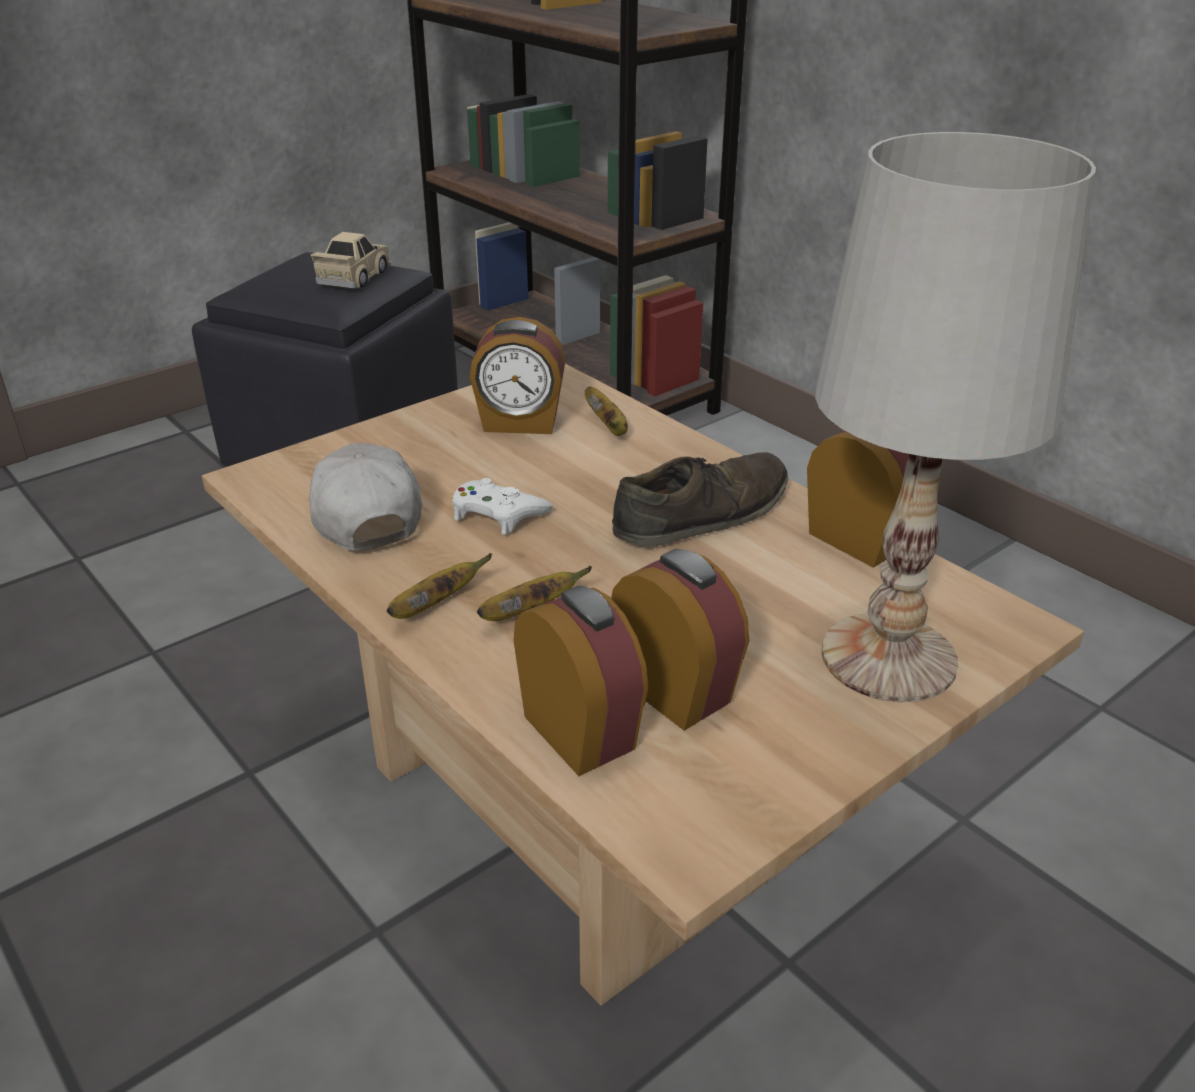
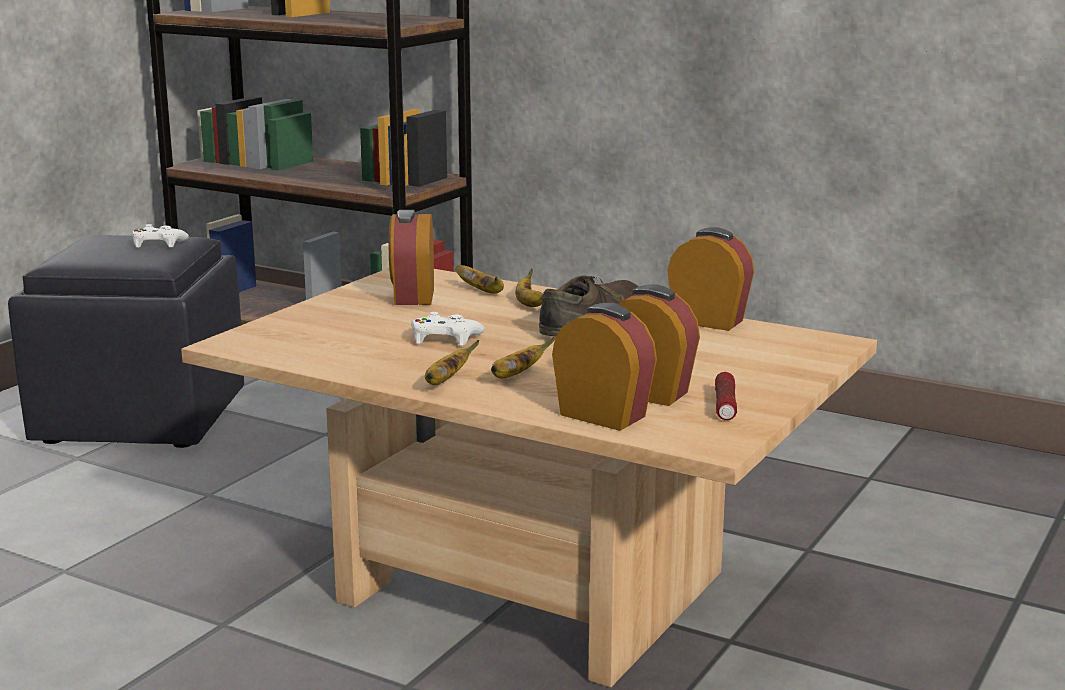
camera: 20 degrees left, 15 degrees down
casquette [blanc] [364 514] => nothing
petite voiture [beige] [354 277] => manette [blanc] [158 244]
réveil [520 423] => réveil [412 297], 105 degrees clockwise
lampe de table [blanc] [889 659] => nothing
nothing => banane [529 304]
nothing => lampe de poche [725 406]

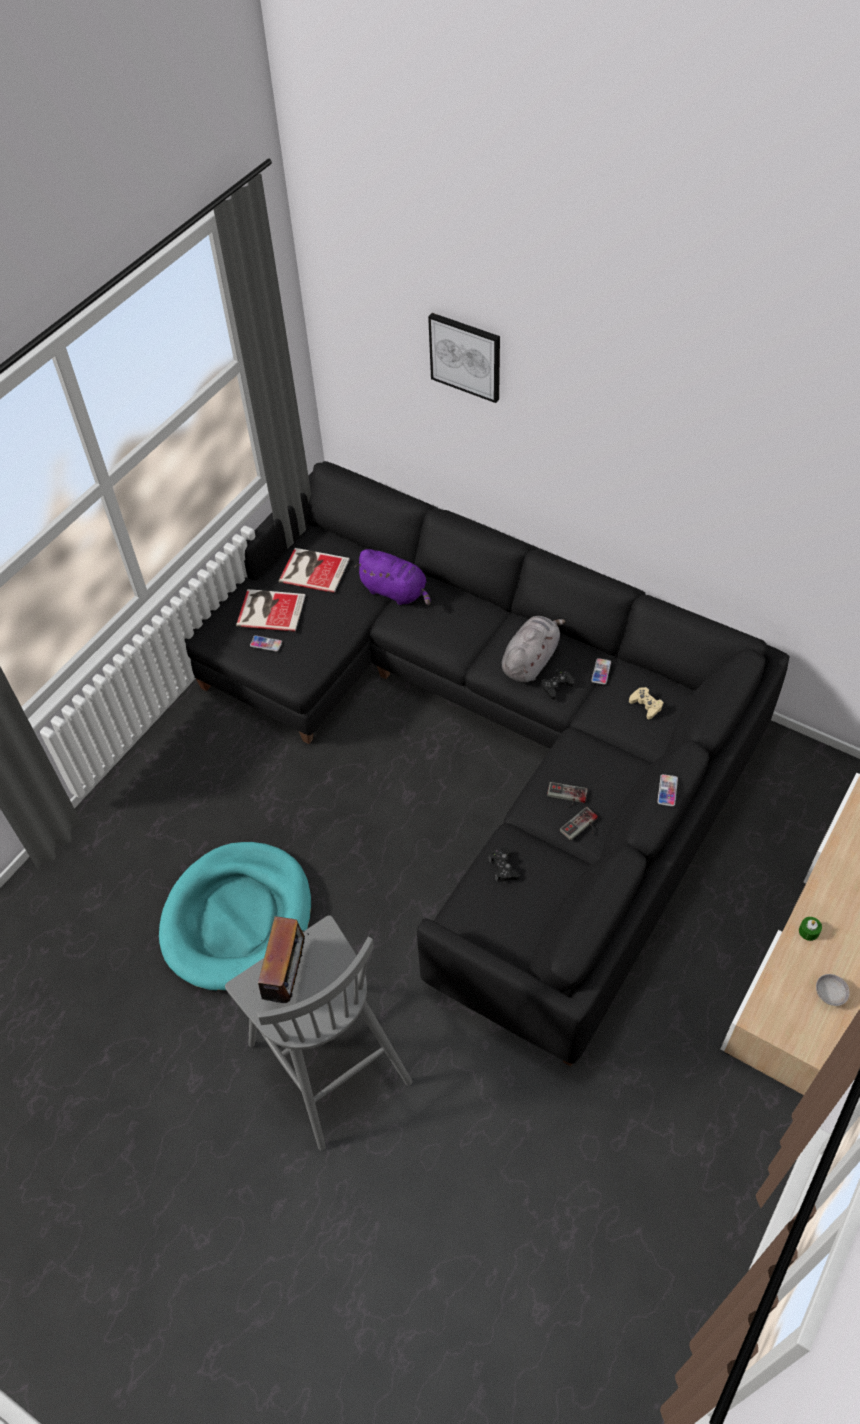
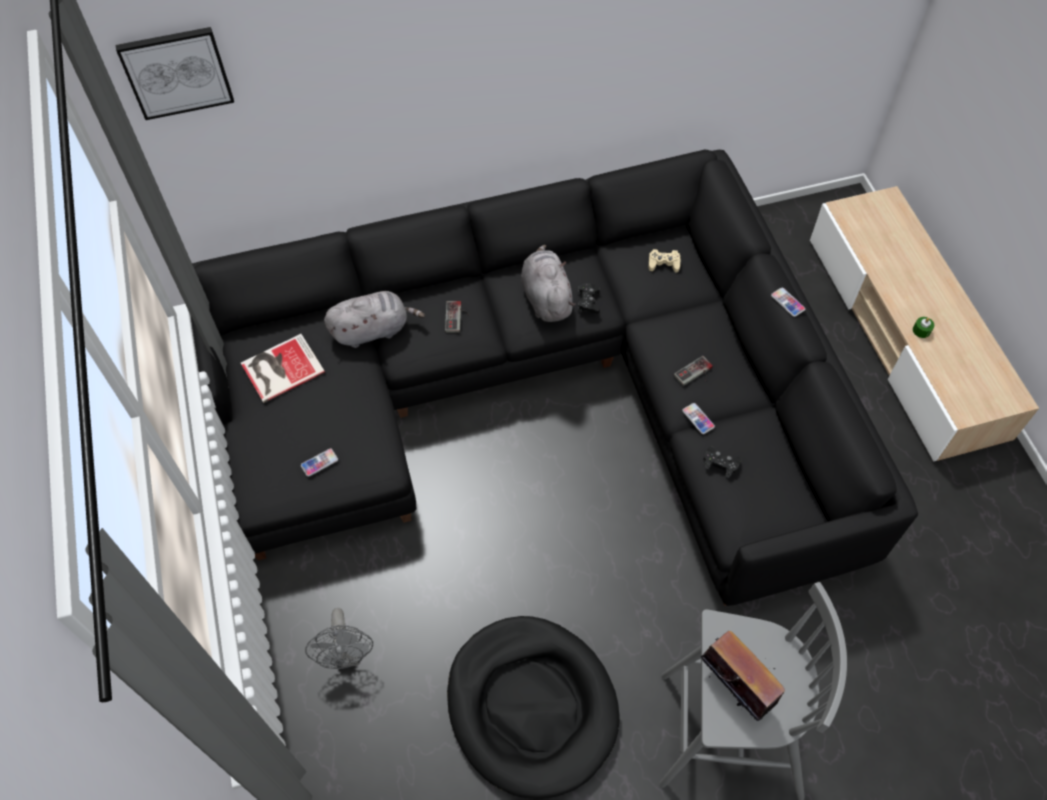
camera: 50 degrees left, 5 degrees up
panier pour chien [turquoise] [238 919] => panier pour chien [noir] [531 706]
livre [269 609] => nothing
peluche [violet] [396 592] => peluche [gris] [373 330]
tableau [466 356] => tableau [176 72], moved
manette [582 827] => manette [457 317], moved
téléphone [601 671] => téléphone [698 419], moved
bol [gris] [830 994] => nothing
nothing => ventilateur [gris] [347 656]

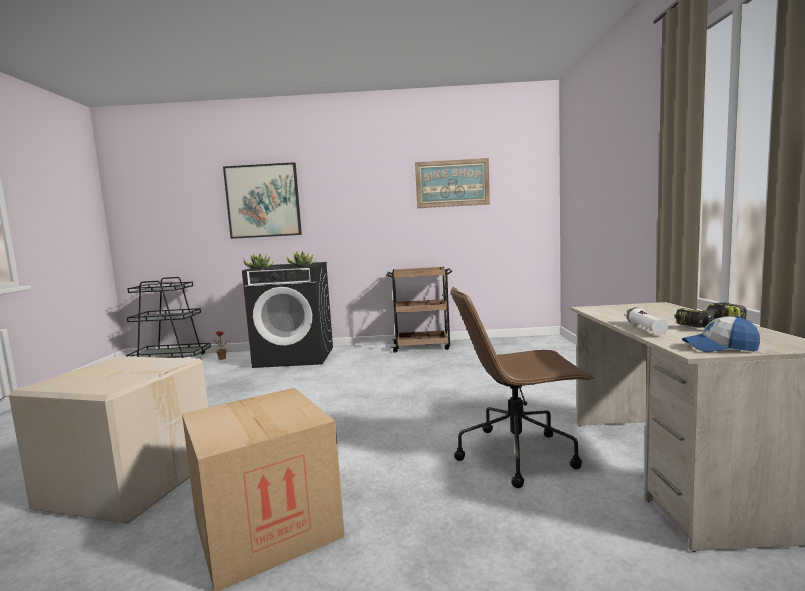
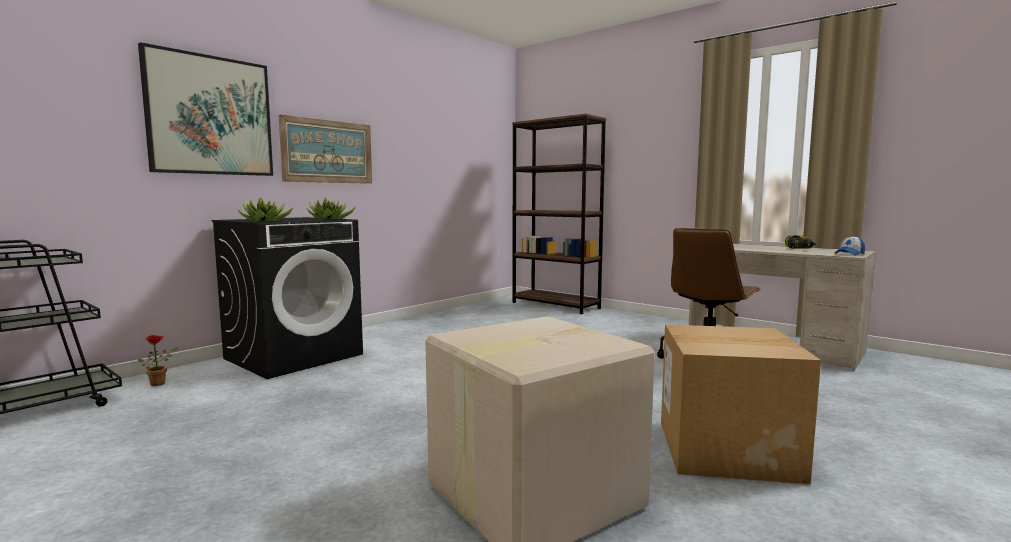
camera: 50 degrees left, 0 degrees up
chariot [marron] [422 346] => nothing
tableau [452 183] => tableau [328 151], moved
lampe de poche [blanc] [645 329] => nothing
nothing => bibliothèque [marron] [555 305]

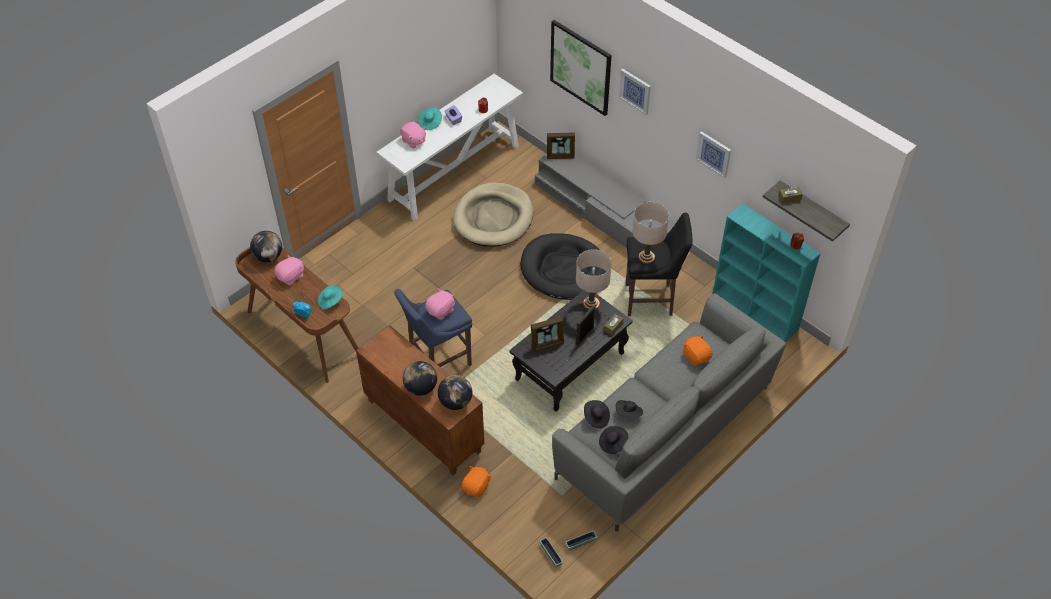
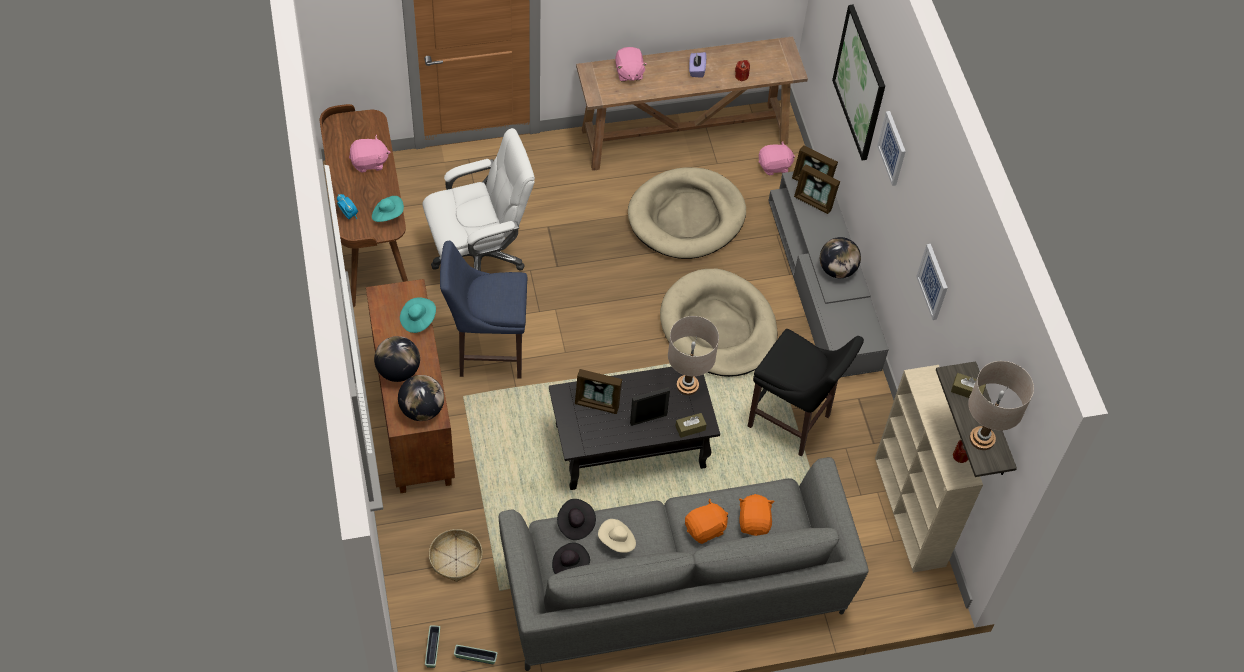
camera: 30 degrees right, 5 degrees up
globe [268 256] => globe [837 270], moved
table console [blanc] [455 172] => table console [marron] [686 136]
chapeau [turquoise] [430 123] => chapeau [turquoise] [418 320], moved
peluche [rose] [441 310] => peluche [rose] [774 166], moved
peluche [orange] [476 487] => peluche [orange] [705 529], moved
panier pour chien [noir] [564 270] => panier pour chien [beige] [718 327]
chapeau [noir] [628 413] => chapeau [beige] [617 541]
lampe de table [beige] [646 257] => lampe de table [beige] [982 439], moved
bibliothèque [turquoise] [756 311] => bibliothèque [beige] [910 512]
nothing => chaise de bureau [blanc] [479 256]
nothing => panier [456 559]
nothing => cadre photo [814 201]

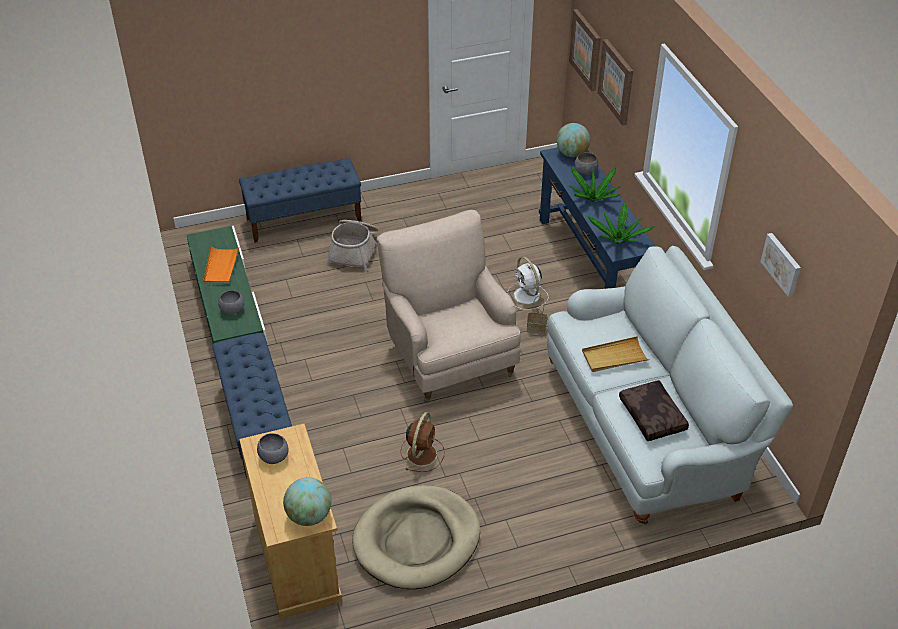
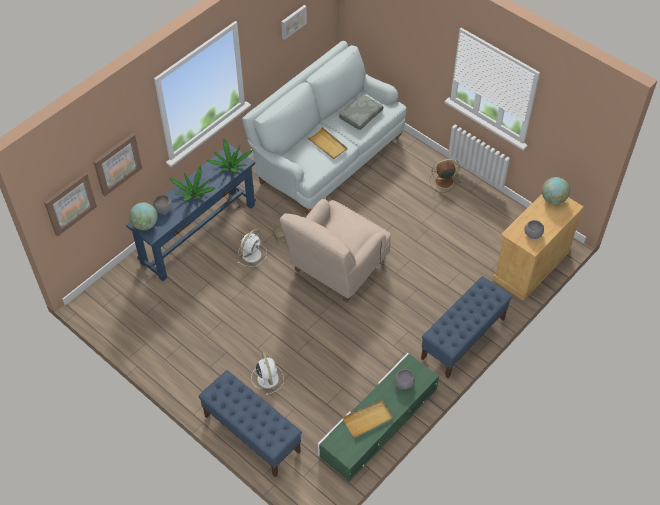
camera: 120 degrees left, 10 degrees up
plateau [orange] [221 267] => plateau [beige] [368 419]
panier [354 250] => ventilateur [blanc] [267 378]
panier pour chien [beige] [417 540] => nothing
ventilateur [marron] [422 453] => ventilateur [marron] [443 181], moved
coussin [marron] [653 416] => coussin [gris] [360 115]

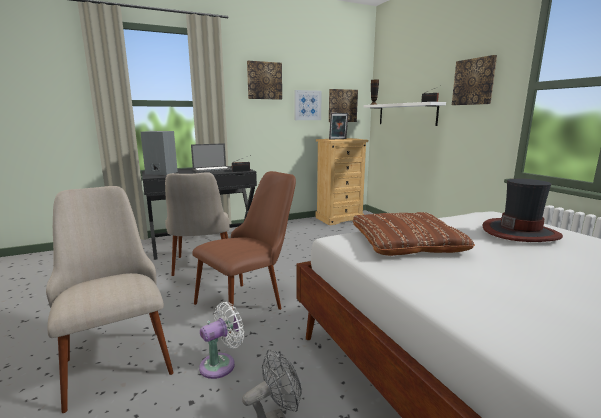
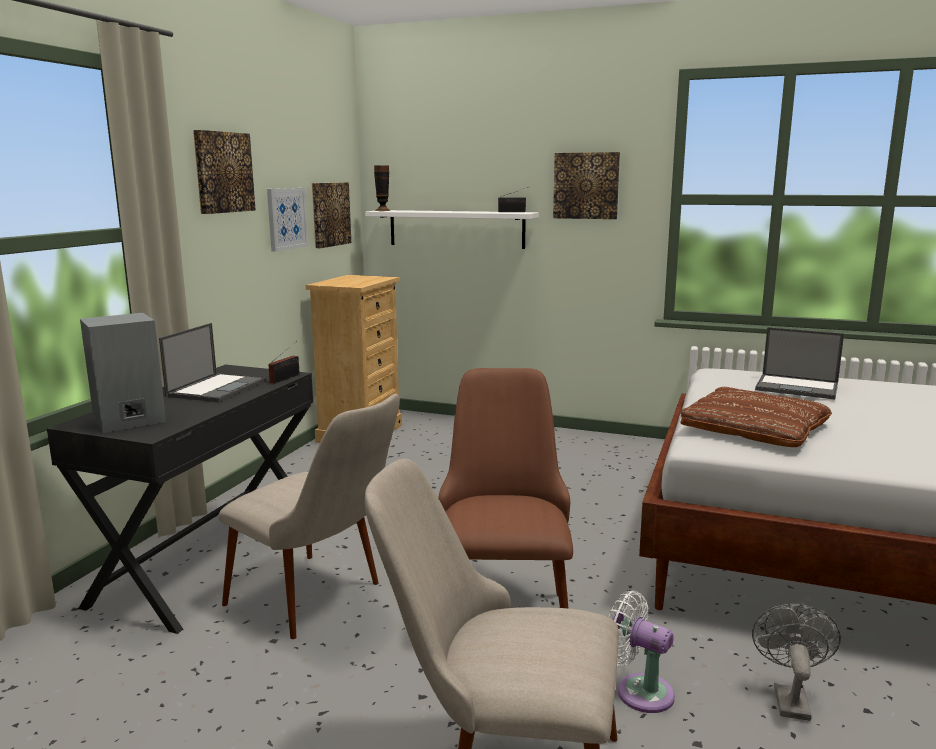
camera: 45 degrees left, 0 degrees up
ventilateur [blanc] [221 364] => ventilateur [blanc] [639 691], 60 degrees counterclockwise
cadre photo [338 139] => nothing
chapeau [520 232] => ordinateur portable [798 387]

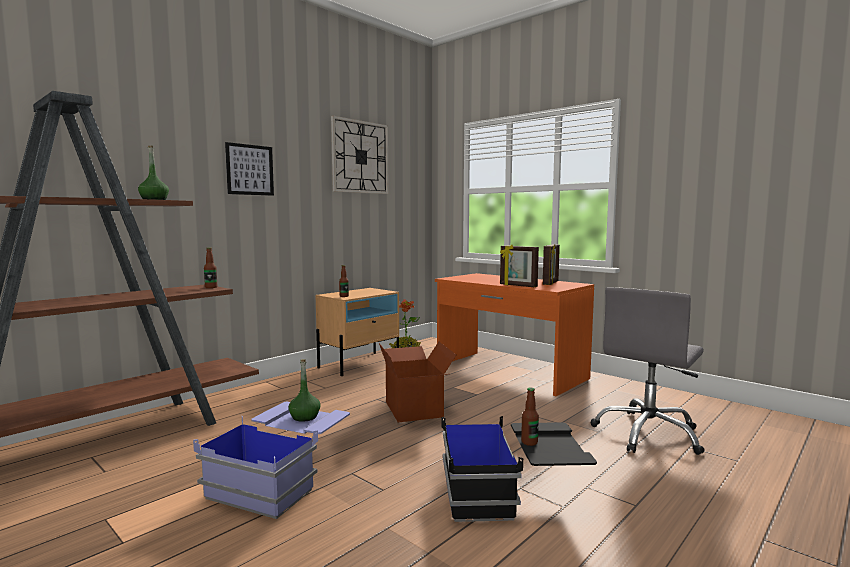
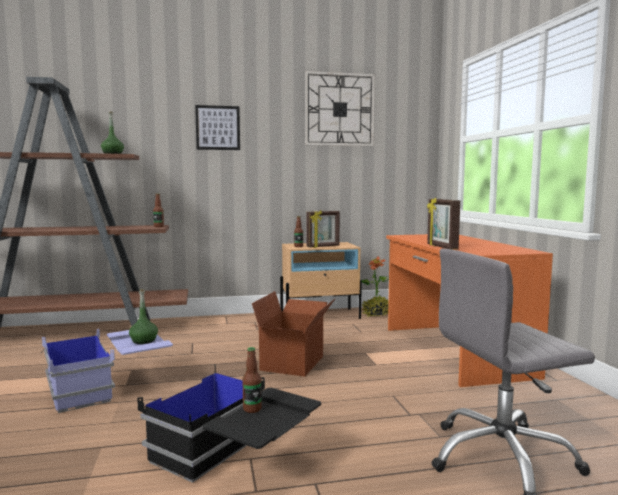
camera: 35 degrees right, 0 degrees up
cadre photo [551 283] => cadre photo [323 246], moved

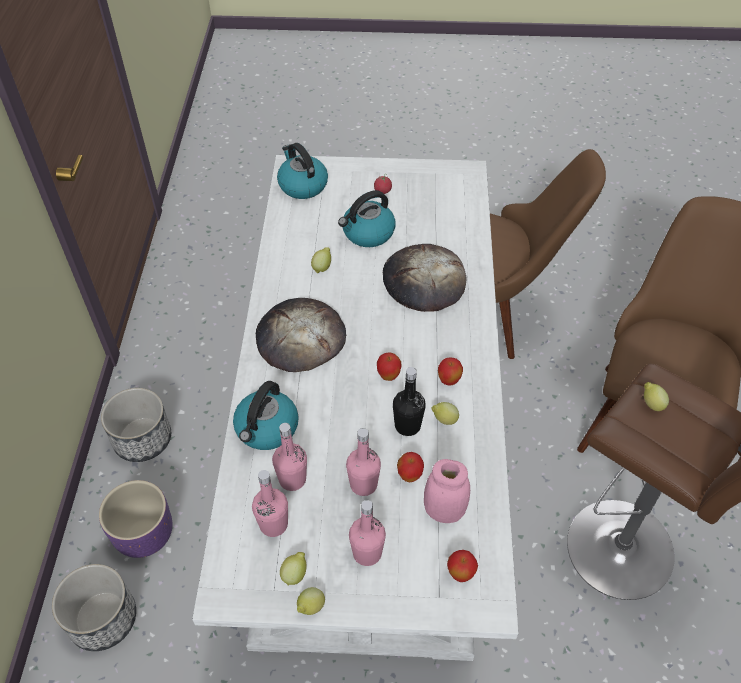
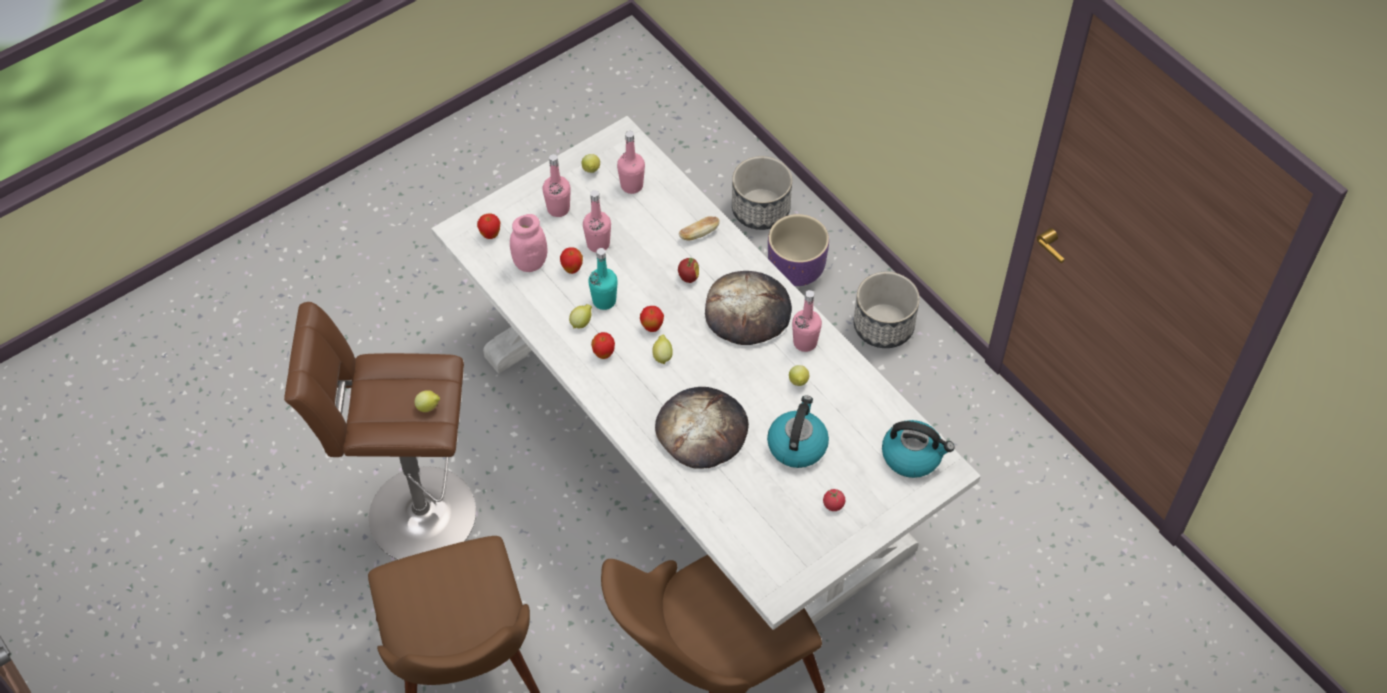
camera: 140 degrees right, 5 degrees up
bouilloire [267 429] => pain [699 234]
bouteille [rose] [292 479] => bouteille [rose] [805 342], moved
citron [310 607] => citron [662 355], moved
bouteille [noir] [407 425] => bouteille [turquoise] [604 301]
nothing => pomme [688 277]

